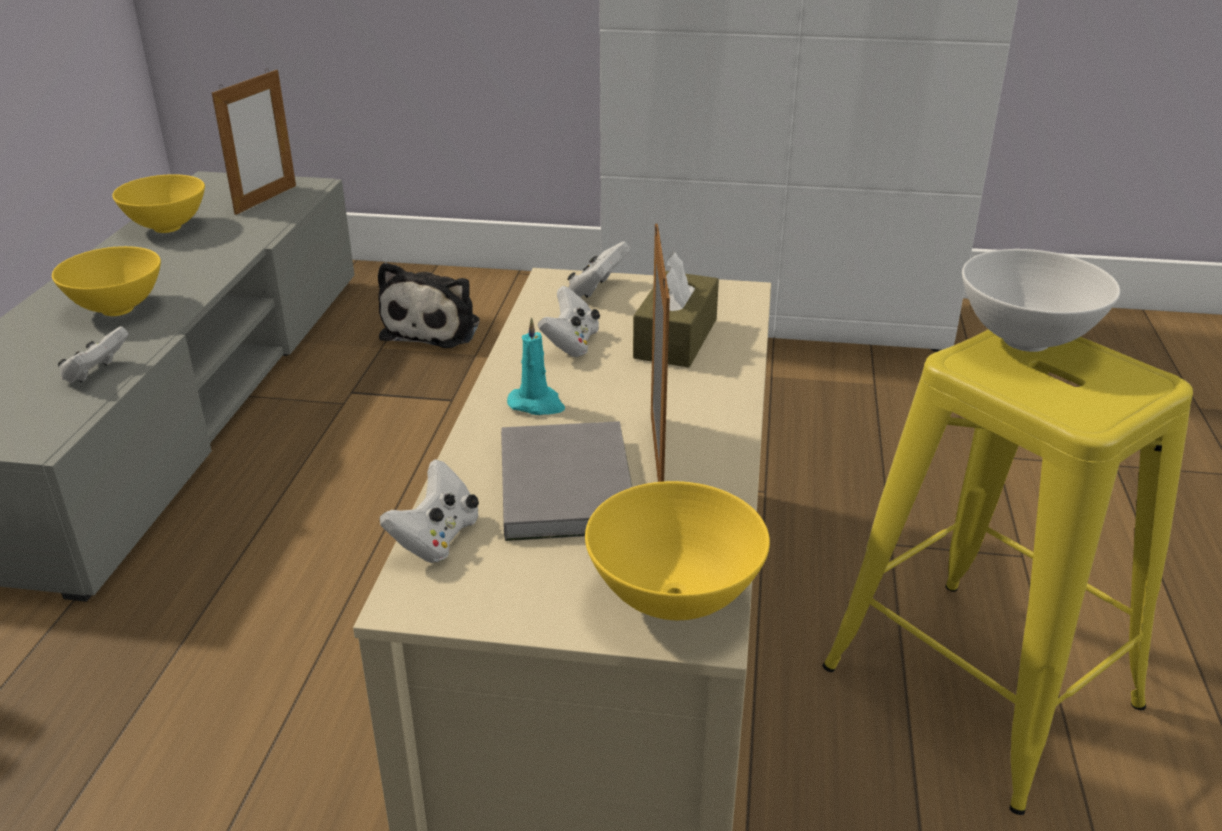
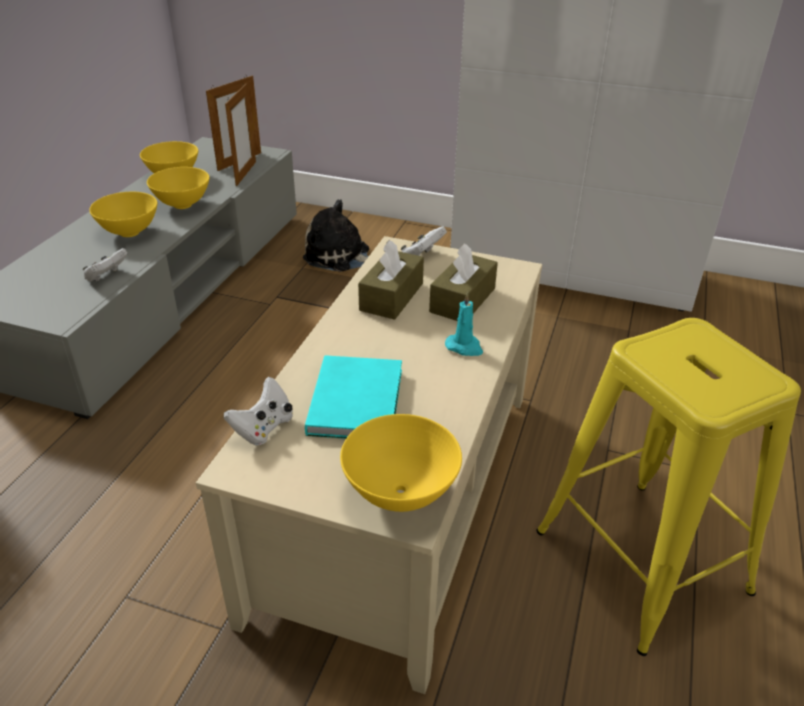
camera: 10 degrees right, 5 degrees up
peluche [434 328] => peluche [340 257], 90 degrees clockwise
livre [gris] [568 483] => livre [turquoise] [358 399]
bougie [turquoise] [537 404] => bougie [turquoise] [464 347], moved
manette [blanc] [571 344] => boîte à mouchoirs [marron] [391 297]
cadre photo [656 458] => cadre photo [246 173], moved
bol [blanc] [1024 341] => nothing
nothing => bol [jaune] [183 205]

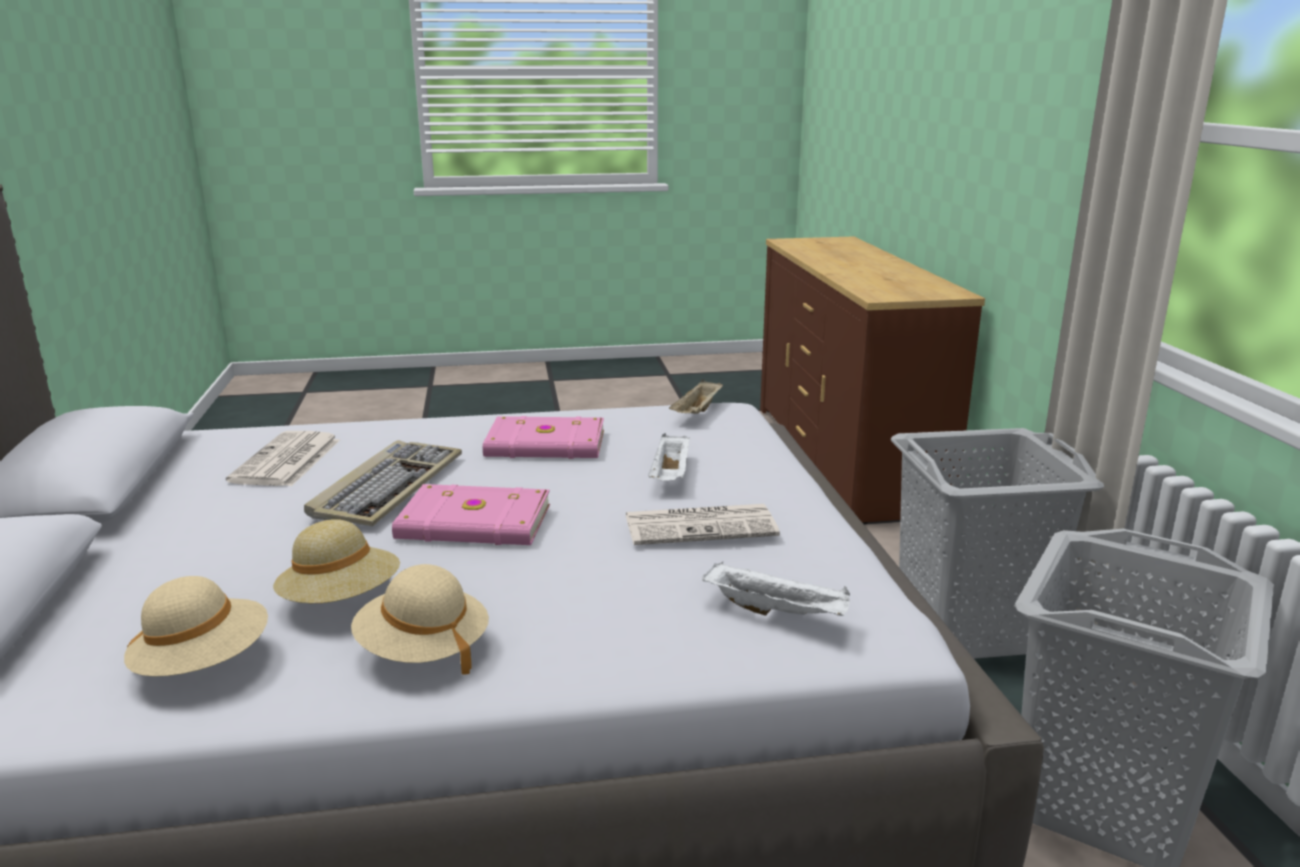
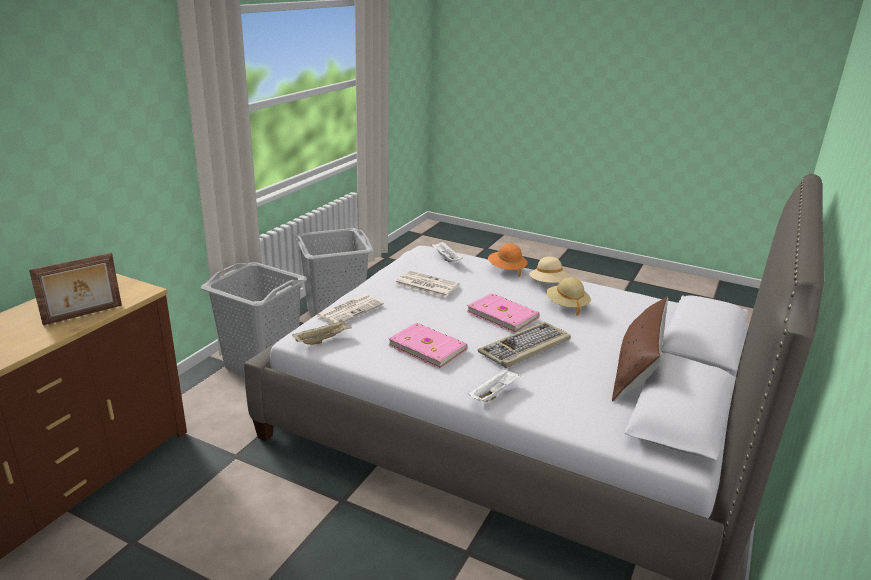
camera: 145 degrees left, 5 degrees up
chapeau [beige] [203 664] => nothing
journal [287 461] => journal [350 310], moved
plateau [blanc] [671 475] => plateau [blanc] [493 393], moved
nothing => cadre photo [83 315]
nothing => chapeau [orange] [506 269]
nothing => coussin [marron] [636 370]

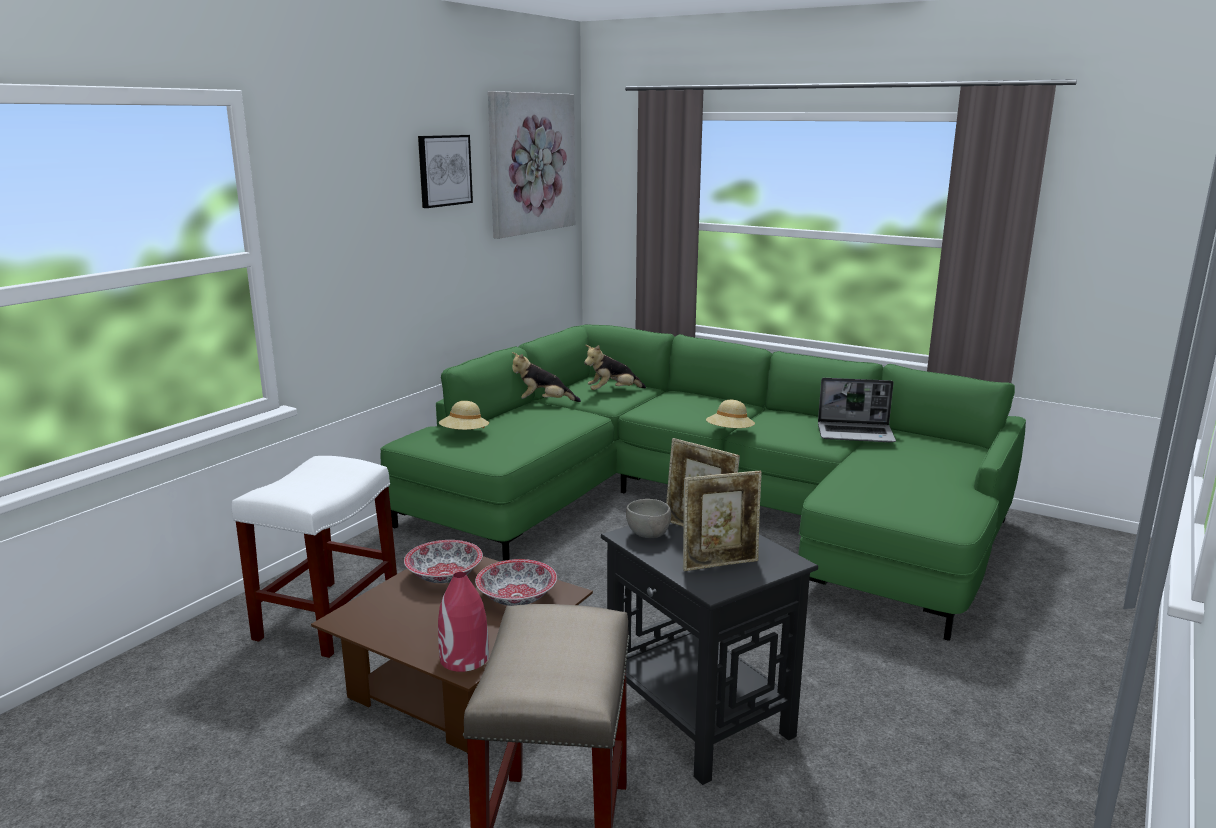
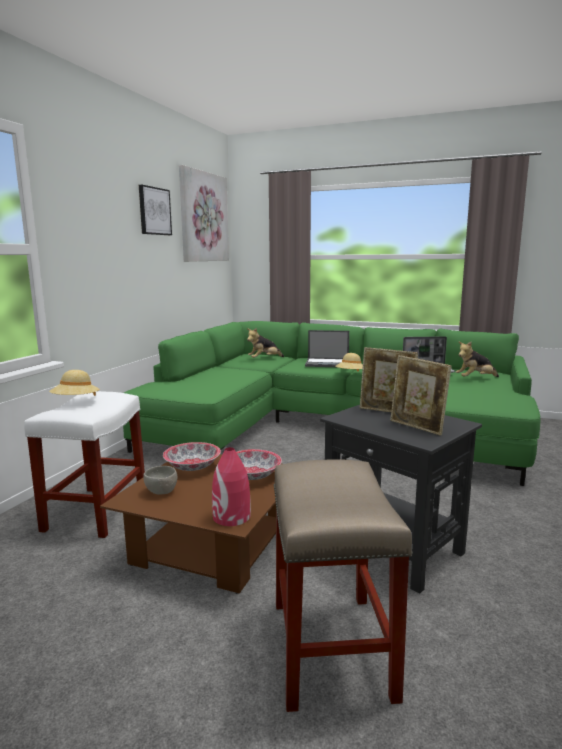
camera: 10 degrees left, 5 degrees down
chapeau [beige] [464 434] => chapeau [beige] [76 401], moved
peluche [543 403] => peluche [475 379], moved
bol [gris] [648 534] => bol [gris] [161 492], moved
cadre photo [720 564] => cadre photo [417 427], 75 degrees clockwise
nothing => ordinateur portable [328 363]

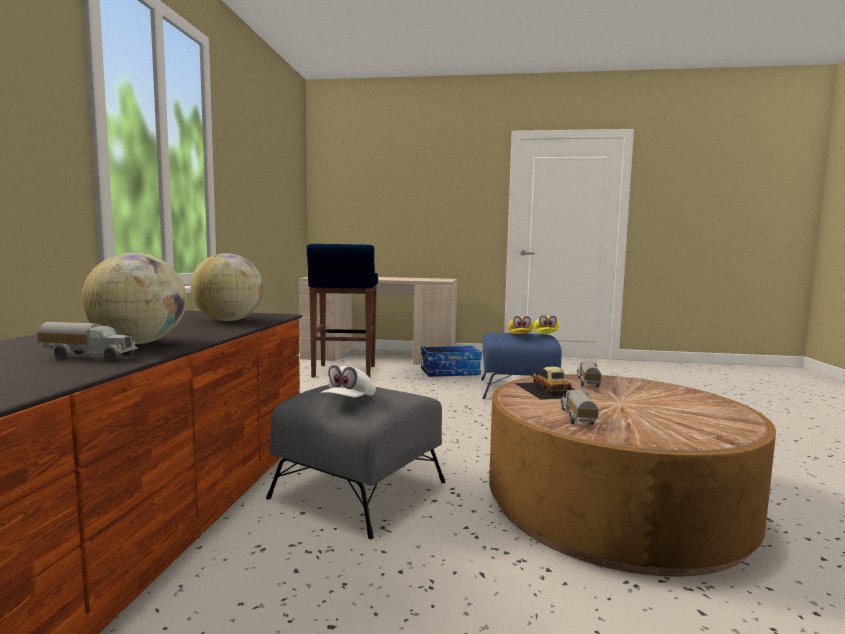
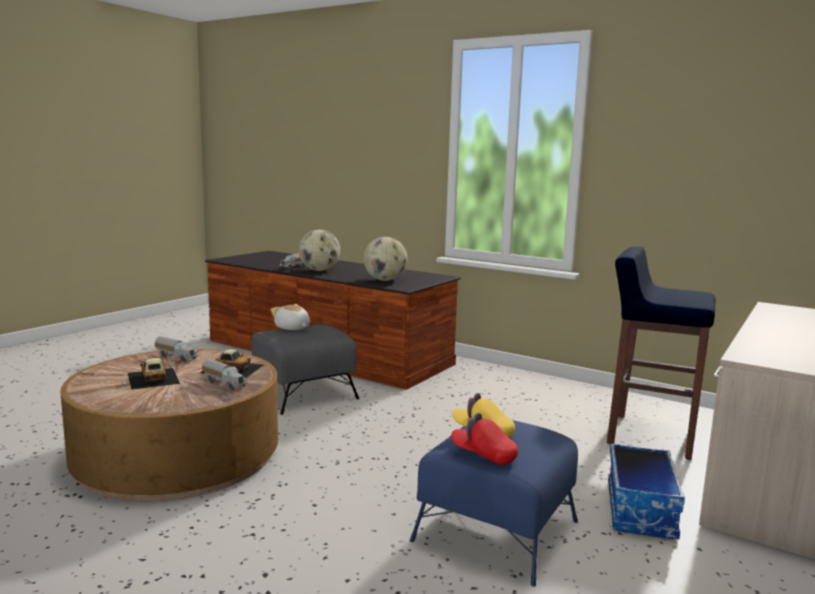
camera: 115 degrees right, 5 degrees up
casquette [blanc] [349 401] => peluche [292 328]
casquette [jaune] [546 335] => casquette [rouge] [483 455]
nothing => petite voiture [152 378]

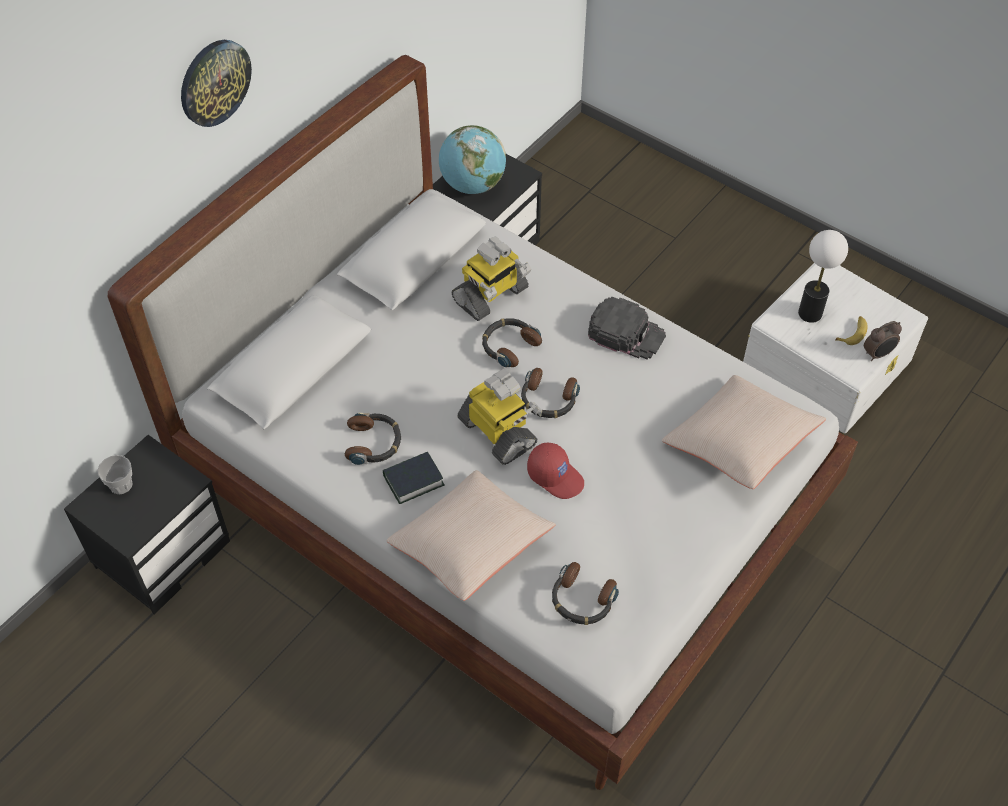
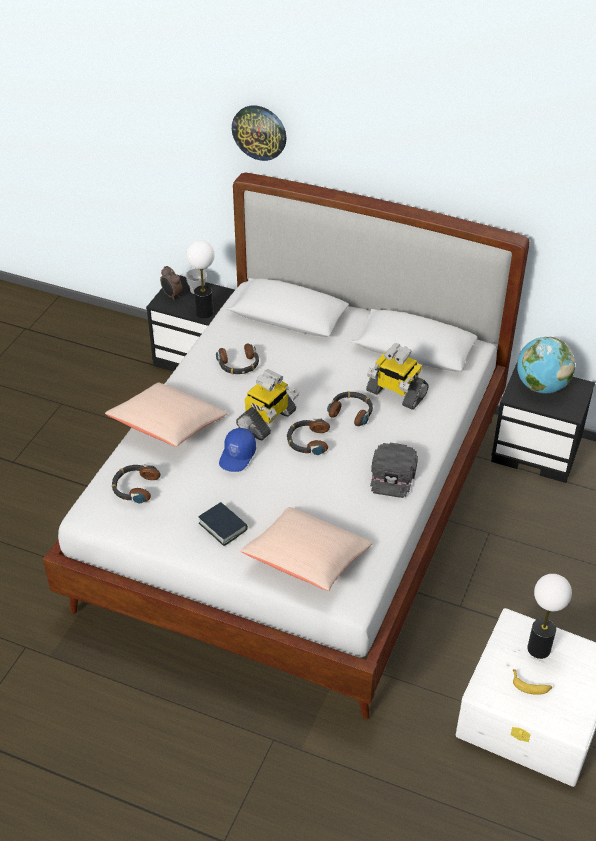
camera: 75 degrees right, 10 degrees down
horloge murale [214 82] => horloge murale [259 132], moved
livre [413 480] => livre [223 526], moved
casquette [rouge] [556 476] => casquette [bleu] [238 456]
réveil [878 354] => réveil [172 296], moved
nothing => lampe de table [204 312]

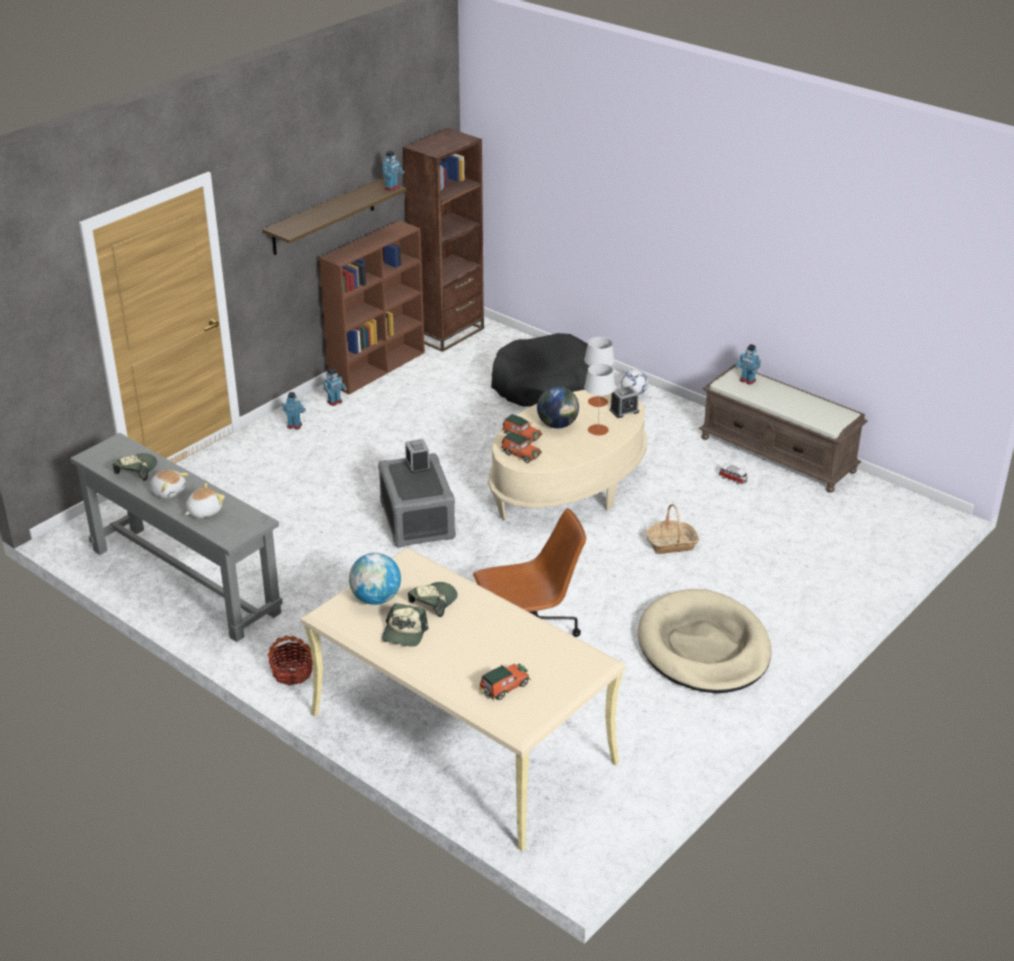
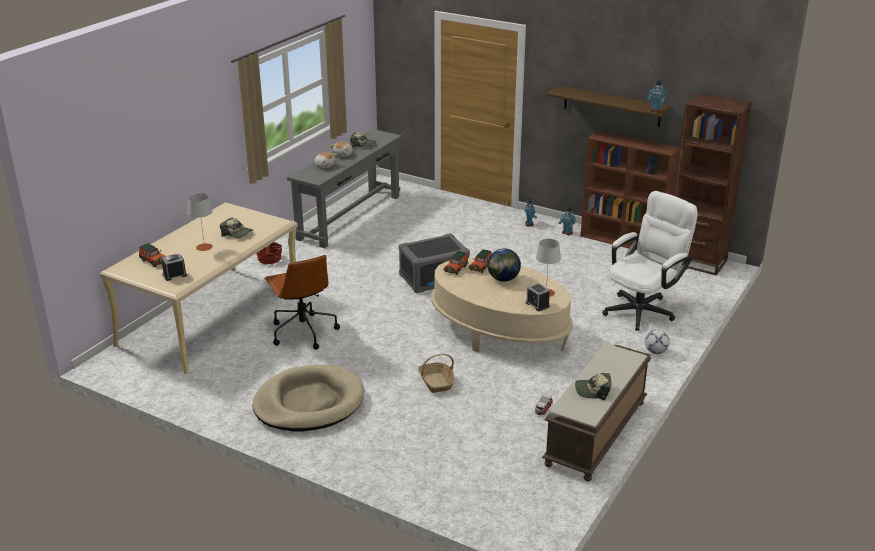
camera: 80 degrees right, 5 degrees down
globe [376 599] => nothing
casquette [404 633] => casquette [593 390], moved
réveil [417 465] => réveil [174 275], moved
panier pour chien [noir] [543 384] => chaise de bureau [blanc] [643 309]
lampe de table [gris] [598 430] => lampe de table [gris] [204 247], moved
robot jouet [747 380] => nothing

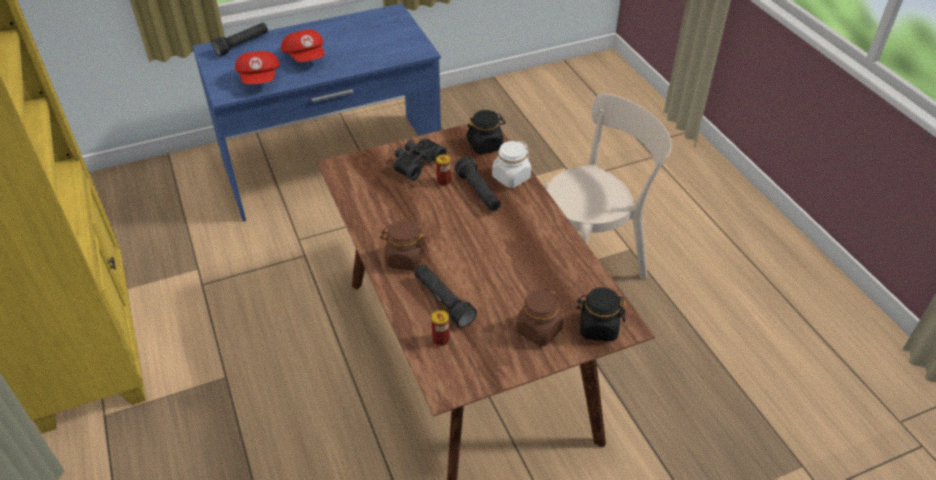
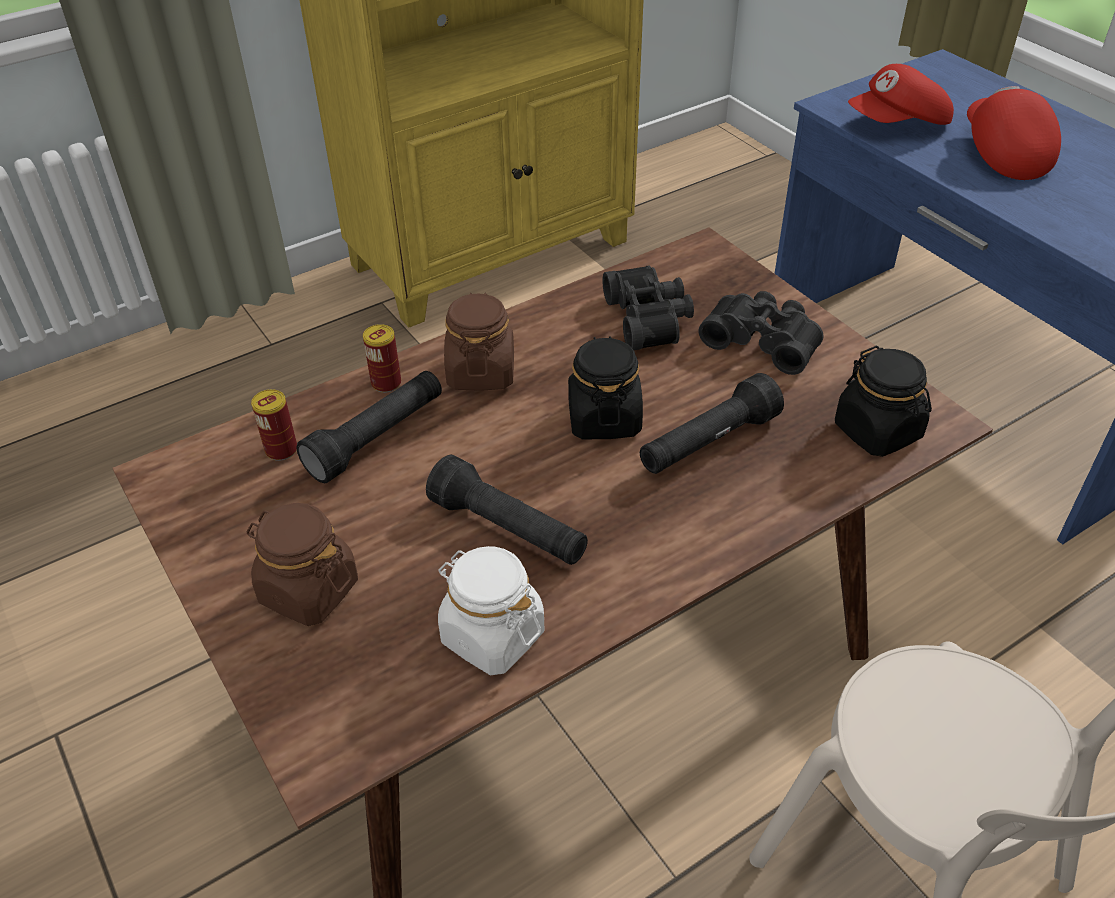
camera: 80 degrees right, 0 degrees up
lampe de poche [noir] [242 45] => lampe de poche [noir] [509 529], moved
casquette [rouge] [306 58] => casquette [rouge] [1002 153], 120 degrees clockwise
boîte métallique [443 181] => boîte métallique [386 383], moved
bocal [blanc] [511 178] => bocal [blanc] [492 636], moved
bocal [noir] [598 328] => bocal [noir] [604 418], moved
nothing => jumelles [noir] [650 318]

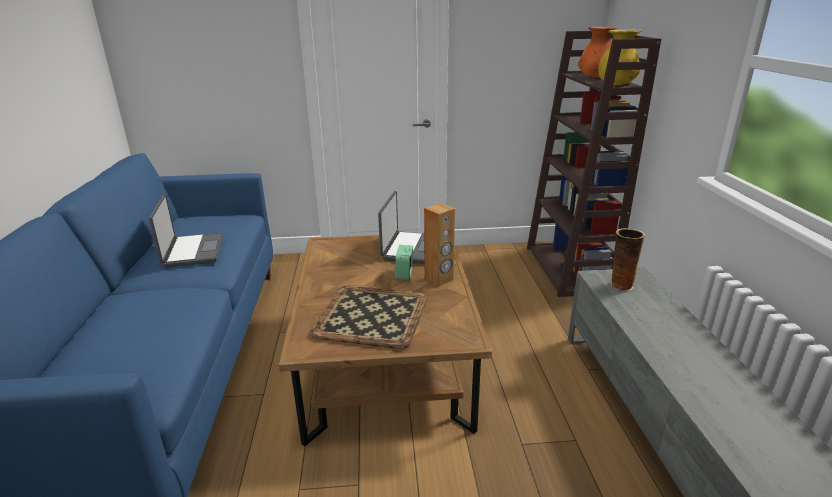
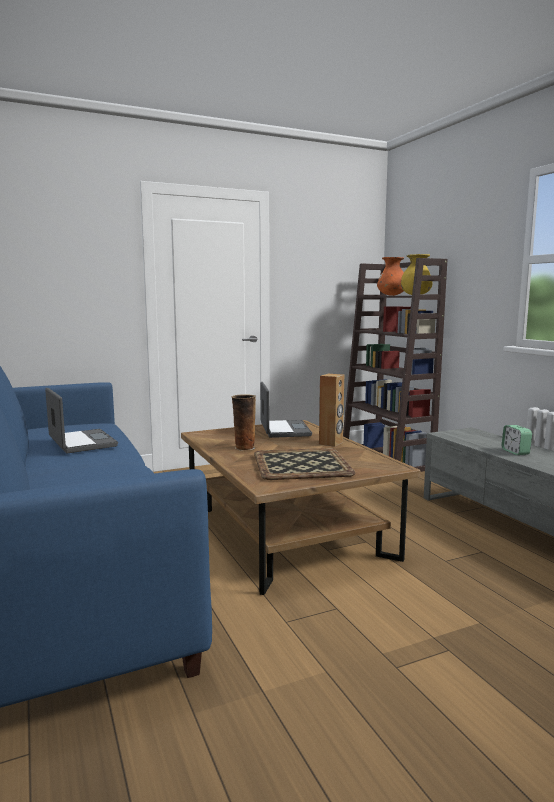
camera: 20 degrees left, 15 degrees down
réveil [404 274] => réveil [515 452], moved
vase [620 285] => vase [244 448], moved

